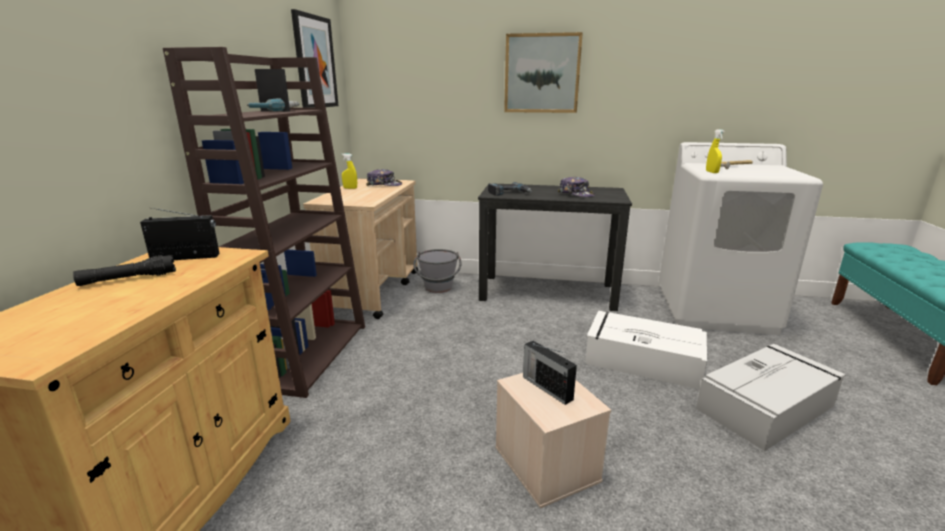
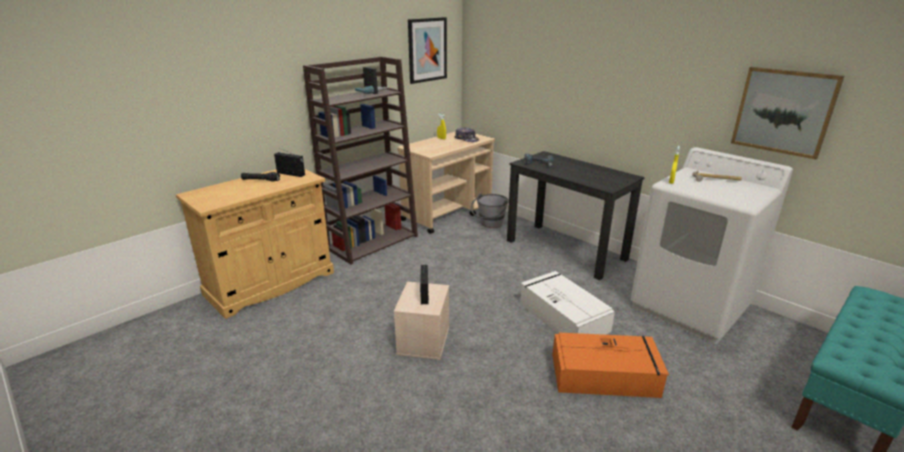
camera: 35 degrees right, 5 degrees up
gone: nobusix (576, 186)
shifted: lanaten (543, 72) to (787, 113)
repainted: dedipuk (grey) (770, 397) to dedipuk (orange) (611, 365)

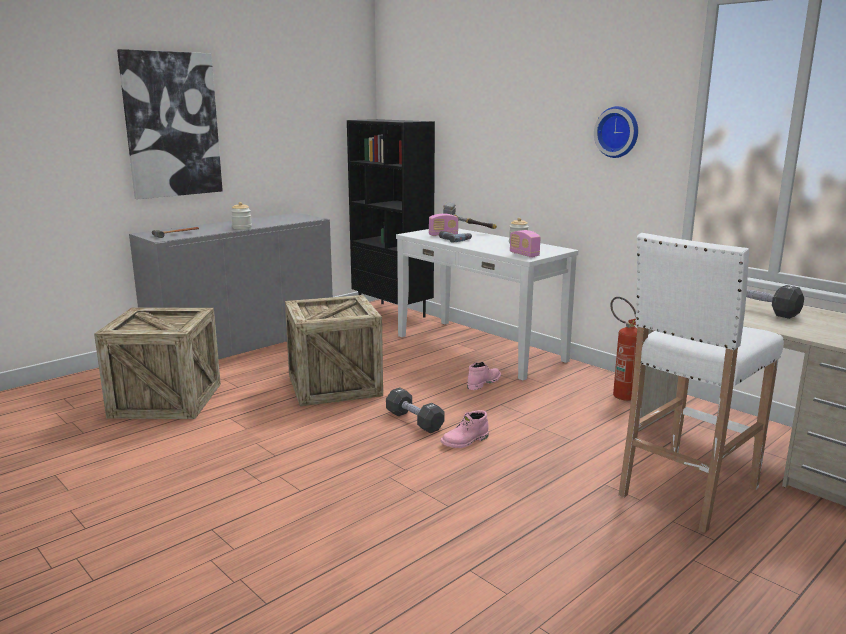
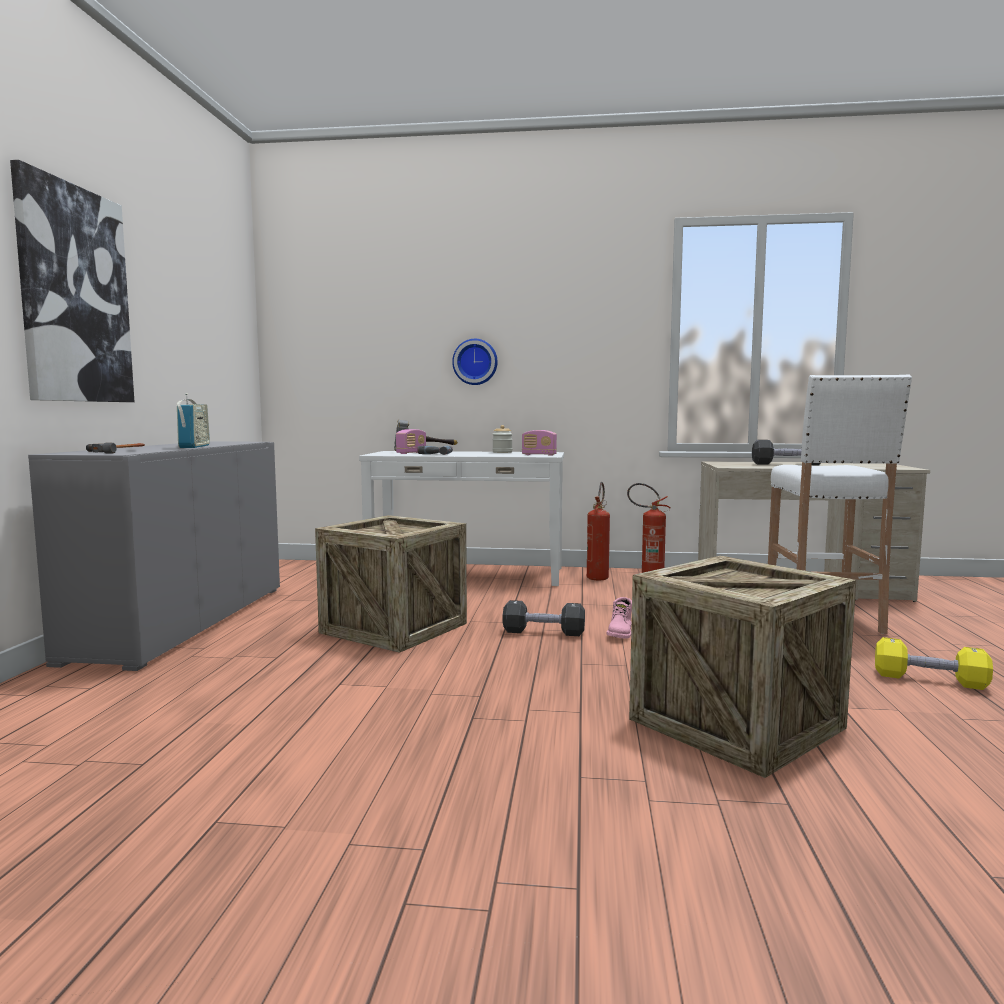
camera: 40 degrees left, 10 degrees down
gone: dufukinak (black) (391, 218); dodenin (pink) (484, 376)
new: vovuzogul (598, 531); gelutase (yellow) (934, 663)
shifted: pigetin (616, 132) to (475, 362); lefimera (157, 363) to (742, 667)
swapped: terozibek (241, 215) to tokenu (193, 420)

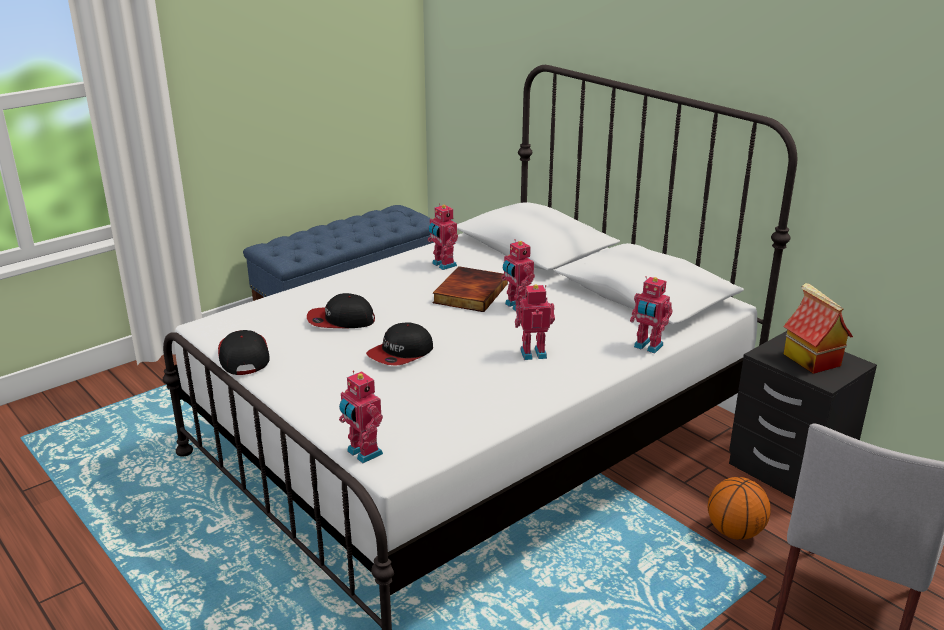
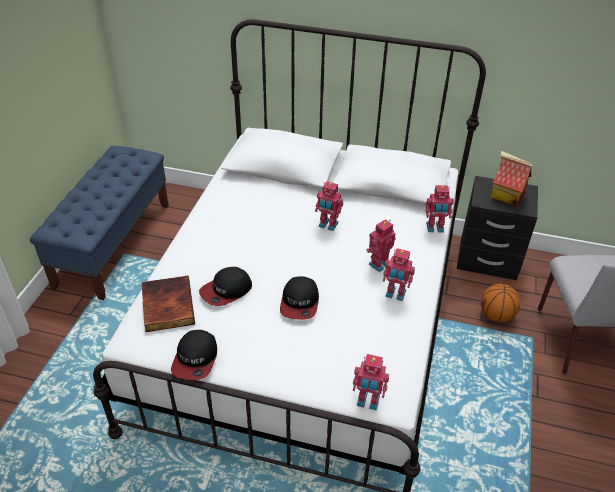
camera: 35 degrees left, 15 degrees up
shifted: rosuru (470, 289) to (168, 304); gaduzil (443, 236) to (399, 274)
rotated: nobusix (244, 352) = (194, 355) 120 degrees counterclockwise

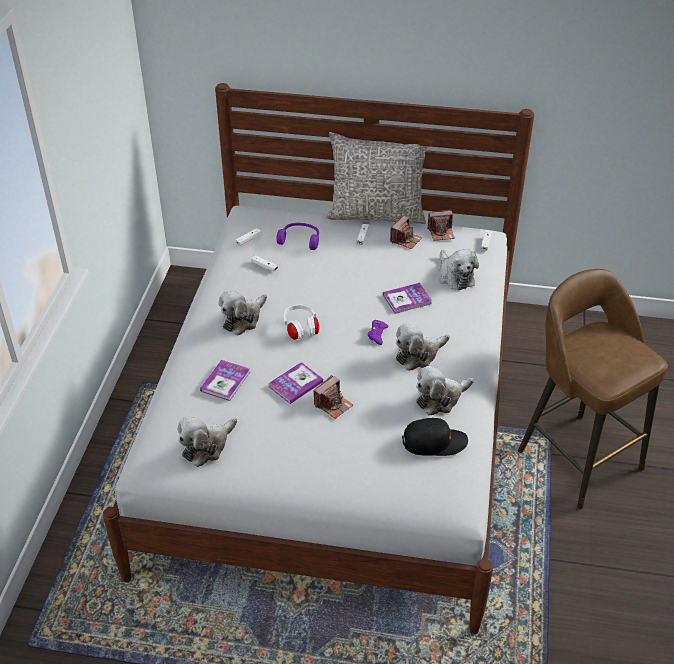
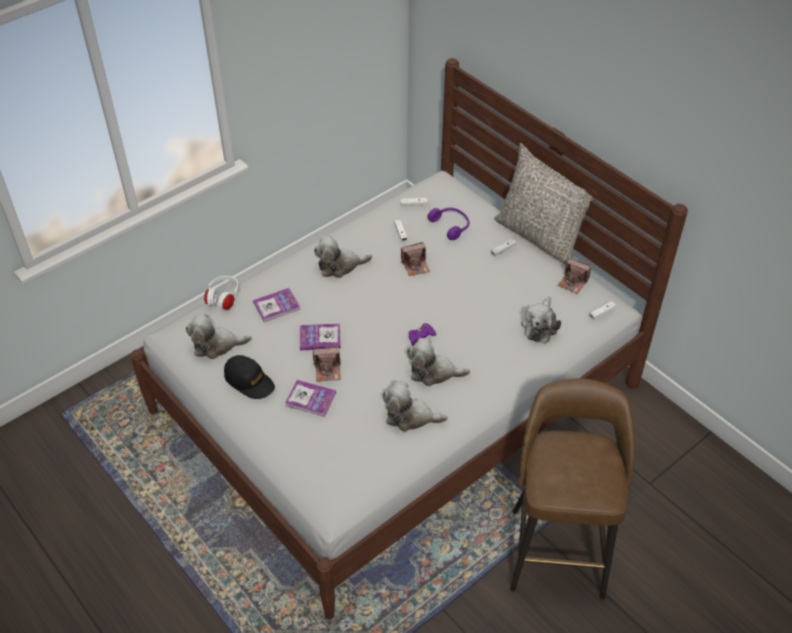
camera: 40 degrees right, 5 degrees up
shifted: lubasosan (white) (301, 322) to (221, 293); nobusix (black) (435, 437) to (249, 377); rosuru (407, 298) to (310, 398); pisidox (406, 232) to (415, 259)

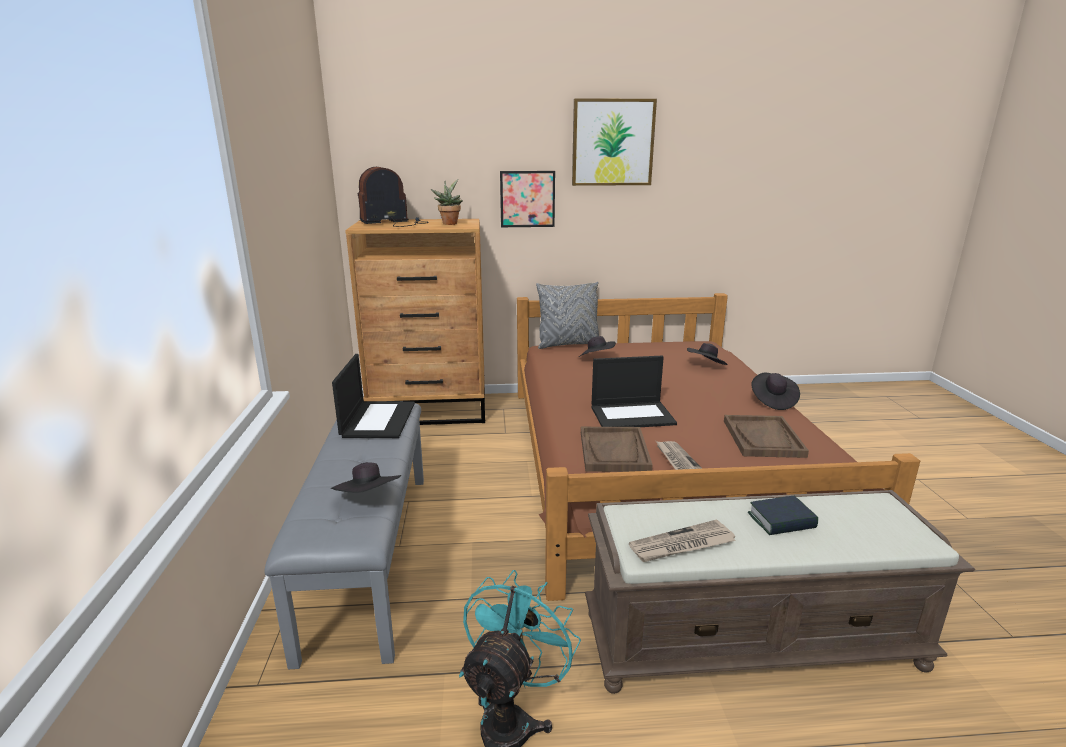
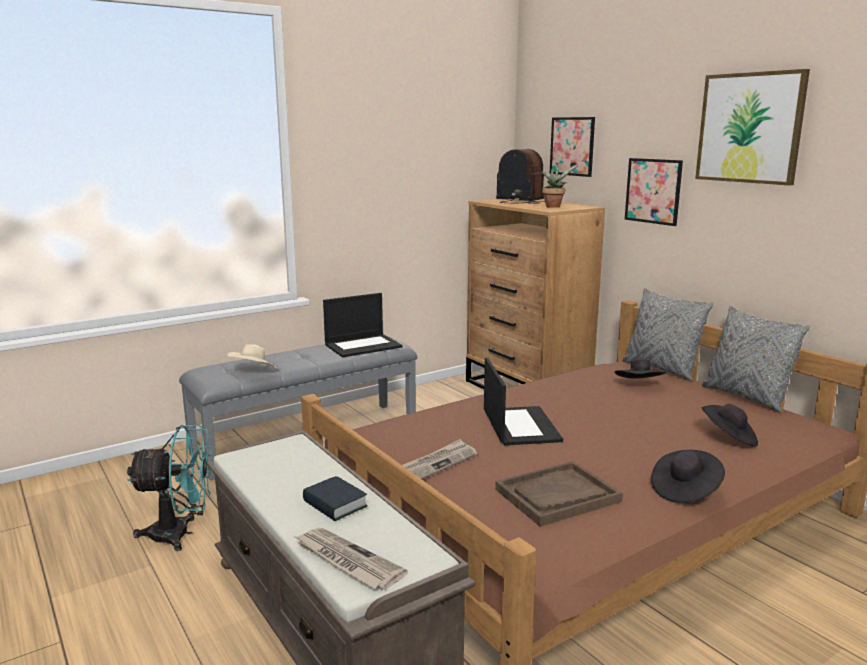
camera: 60 degrees right, 5 degrees down
gone: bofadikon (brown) (617, 449)
new: lanaten (572, 147); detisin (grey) (756, 359)
shifted: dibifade (682, 540) to (350, 559)
repainted: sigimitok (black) (366, 477) to sigimitok (beige) (252, 355)
rotated: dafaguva (634, 391) = (523, 401) 150 degrees counterclockwise

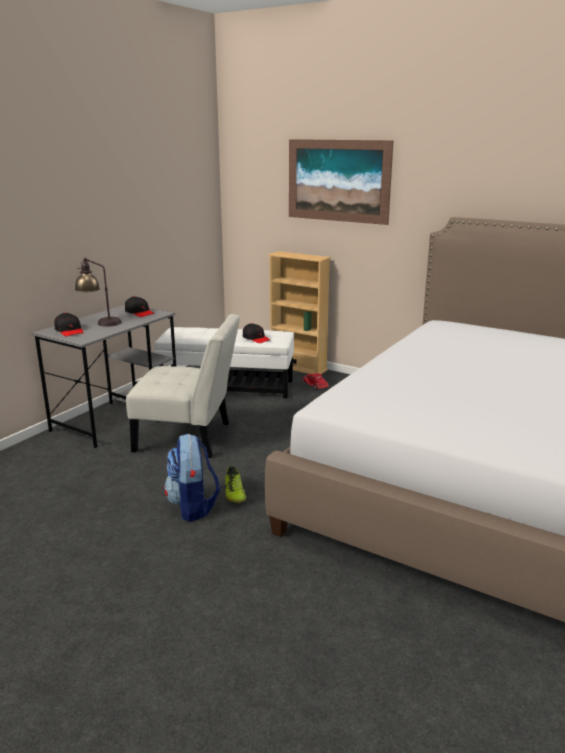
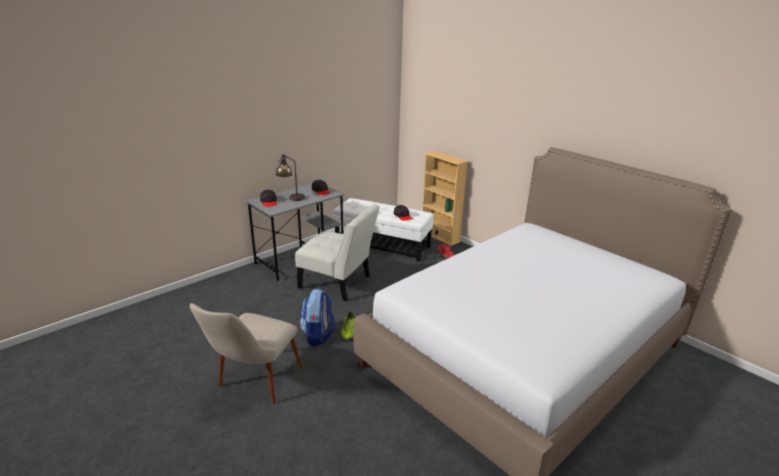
camera: 15 degrees right, 5 degrees up
gone: lanaten (341, 182)
new: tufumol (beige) (246, 353)

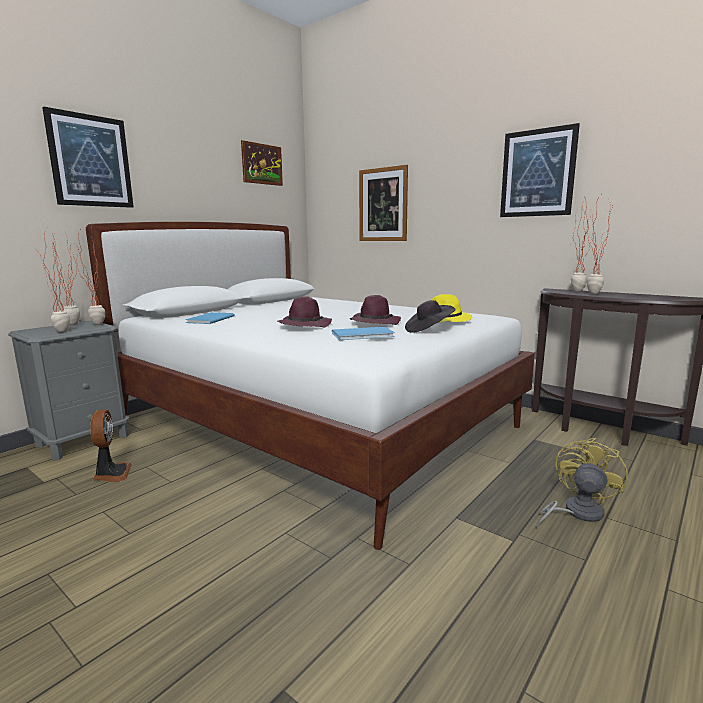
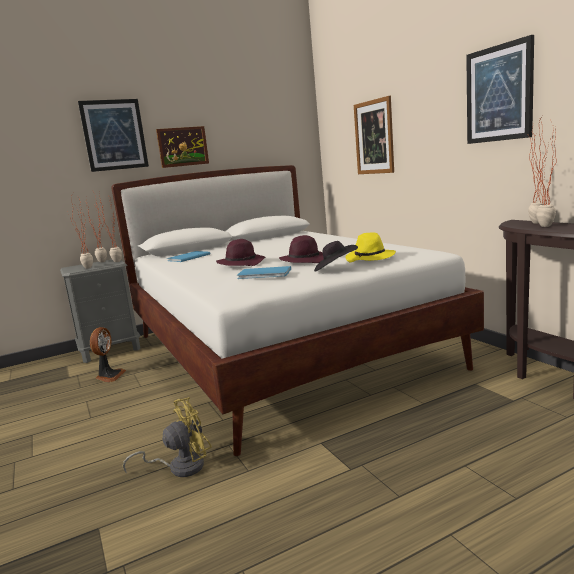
camera: 25 degrees right, 0 degrees up
shifted: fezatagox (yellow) (582, 483) to (167, 437); lanaten (262, 163) to (182, 147)

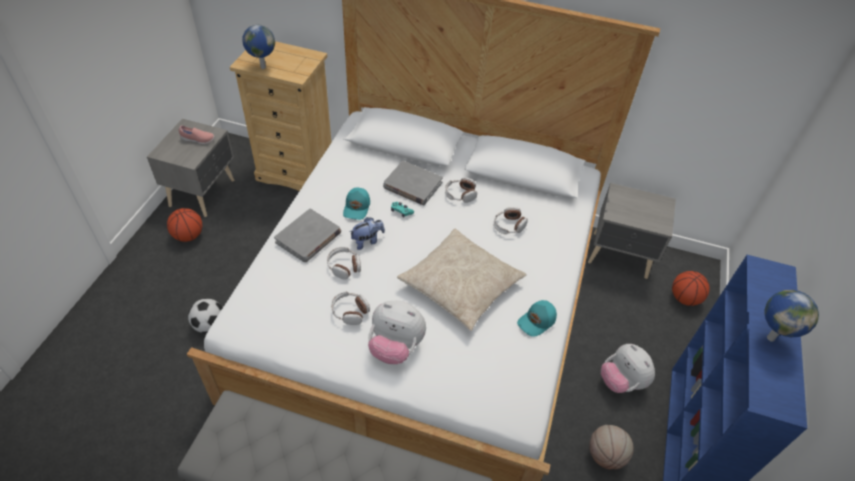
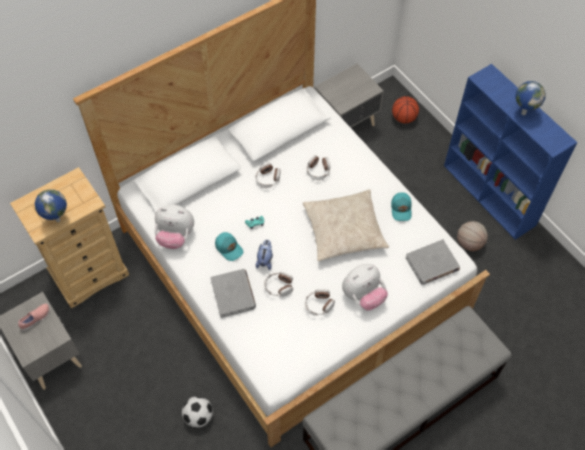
camera: 50 degrees left, 10 degrees up
gone: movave (184, 225)
shifted: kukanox (628, 368) to (174, 226); rosuru (grey) (413, 183) to (432, 262)

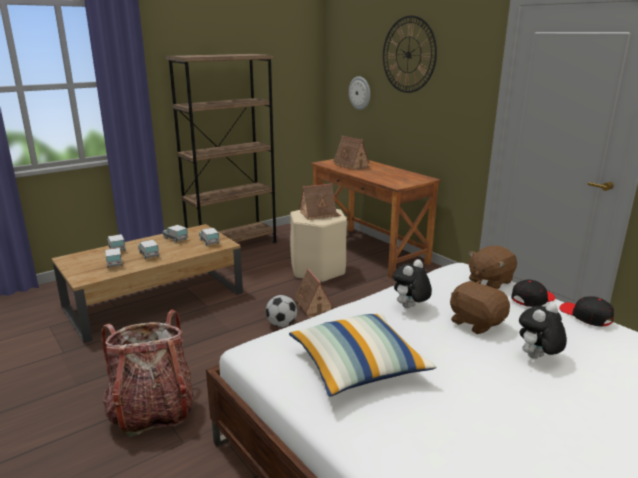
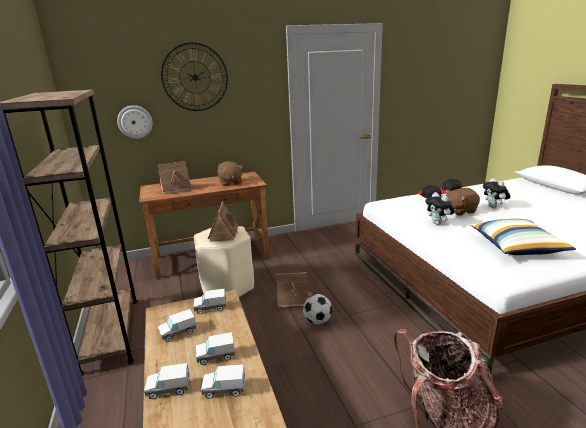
camera: 70 degrees left, 0 degrees up
shifted: kukanox (brown) (492, 267) to (230, 173)

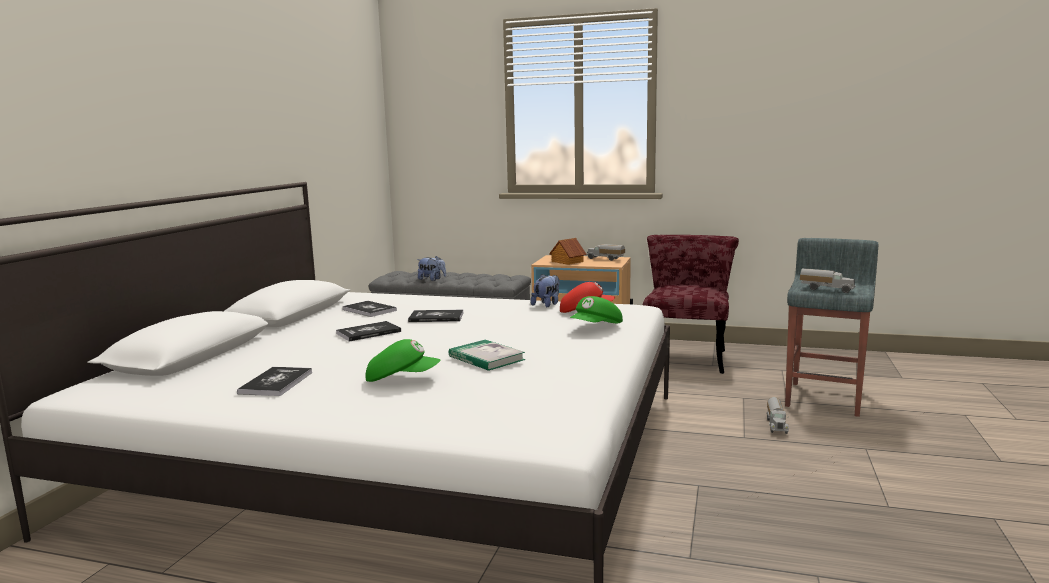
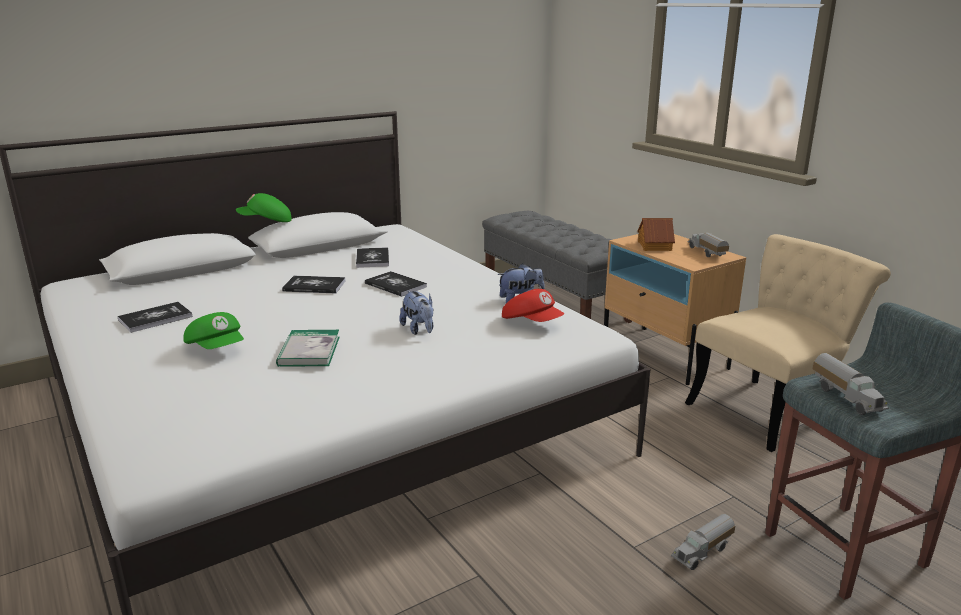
camera: 40 degrees right, 10 degrees up
shifted: nobusix (green) (596, 309) to (264, 207); kukanox (431, 268) to (416, 312)
repainted: tufumol (red) (691, 304) to tufumol (beige) (788, 343)

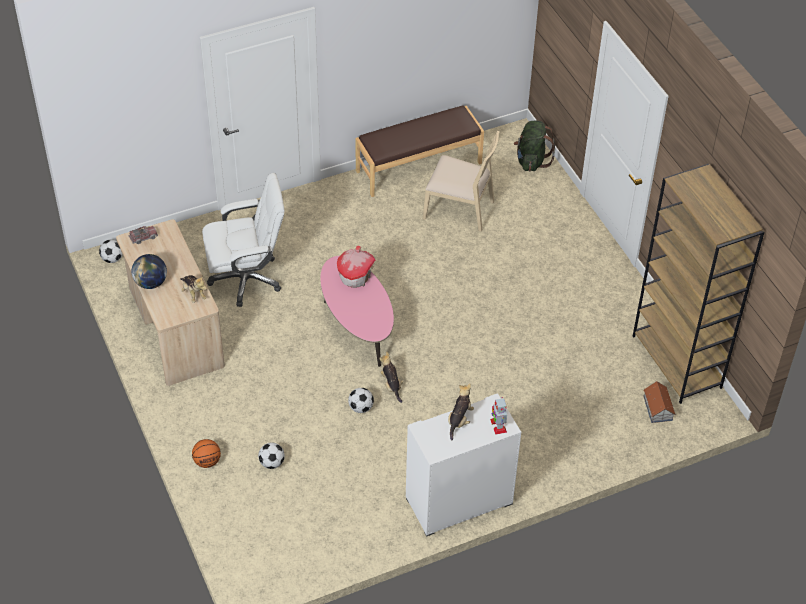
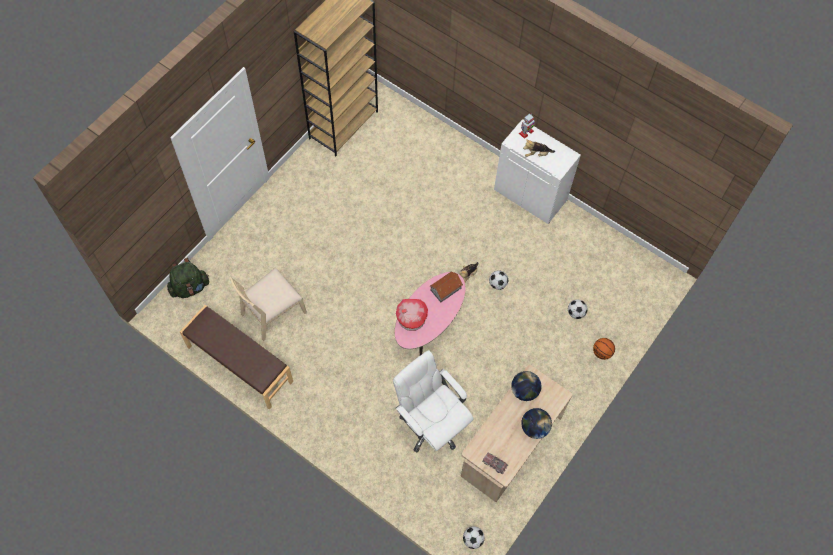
camera: 120 degrees left, 15 degrees up
shifted: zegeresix (659, 402) to (446, 286)
swapped: kukanox (193, 289) to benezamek (526, 386)
rotated: tufumol (beige) (461, 181) = (268, 304) 120 degrees counterclockwise

